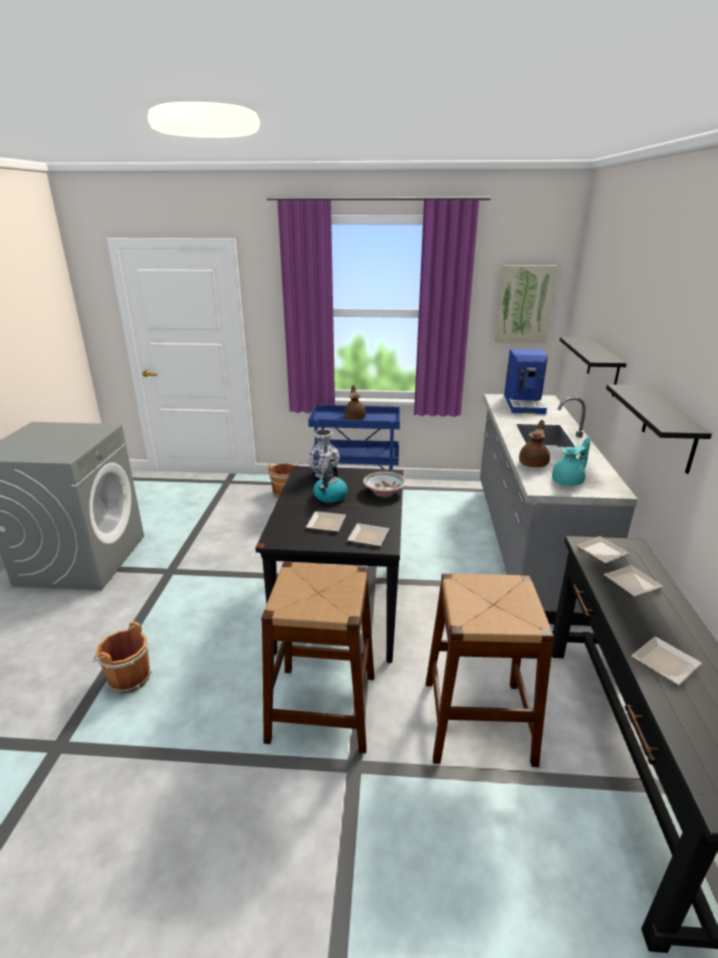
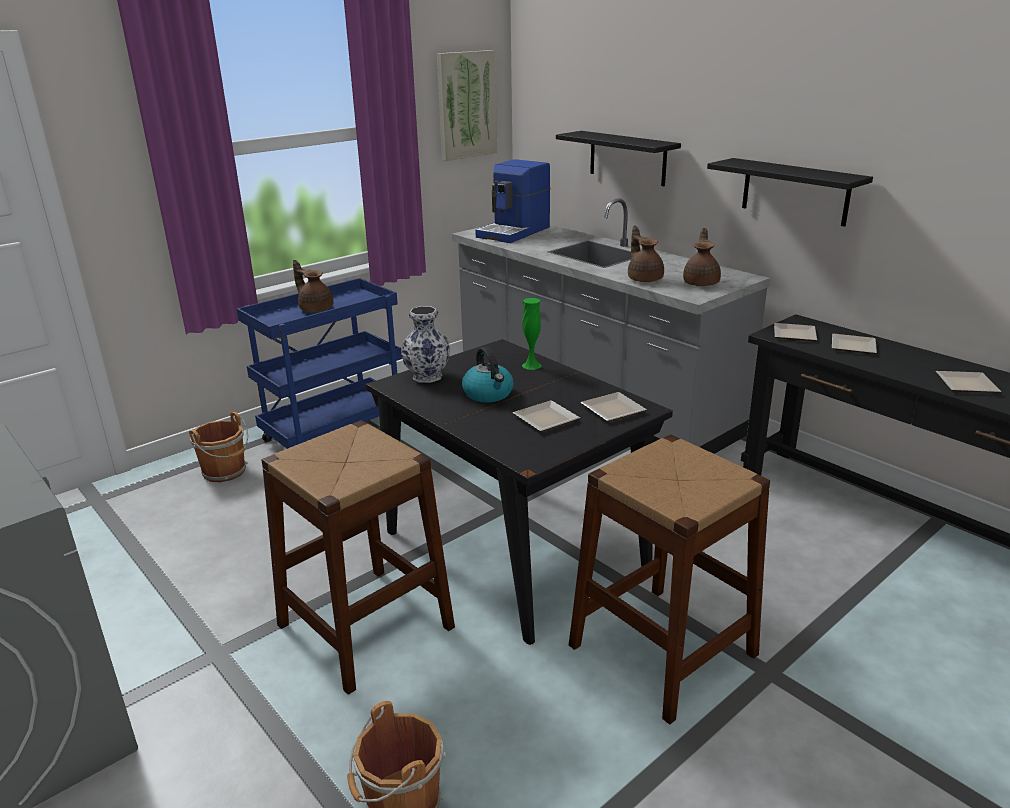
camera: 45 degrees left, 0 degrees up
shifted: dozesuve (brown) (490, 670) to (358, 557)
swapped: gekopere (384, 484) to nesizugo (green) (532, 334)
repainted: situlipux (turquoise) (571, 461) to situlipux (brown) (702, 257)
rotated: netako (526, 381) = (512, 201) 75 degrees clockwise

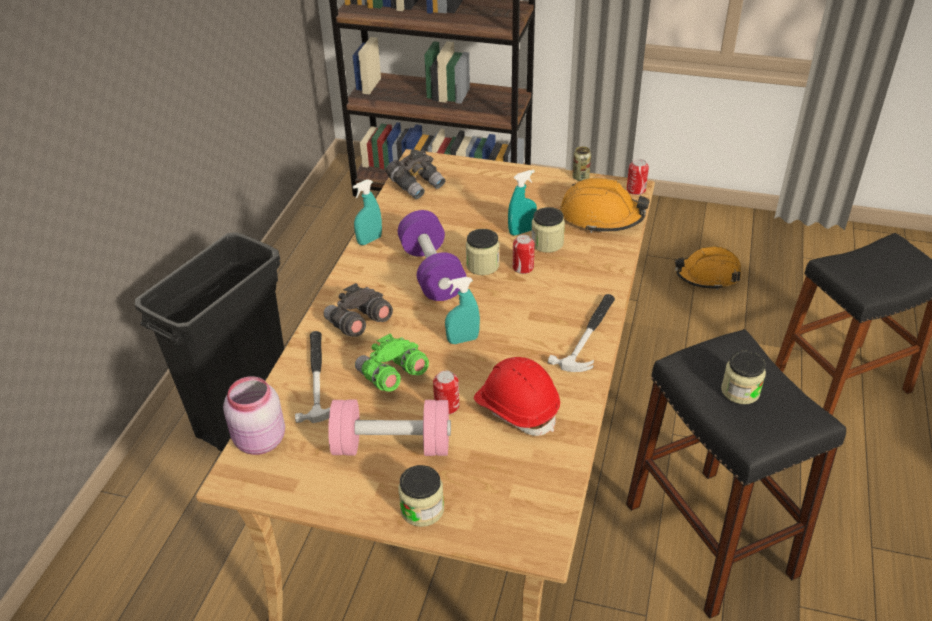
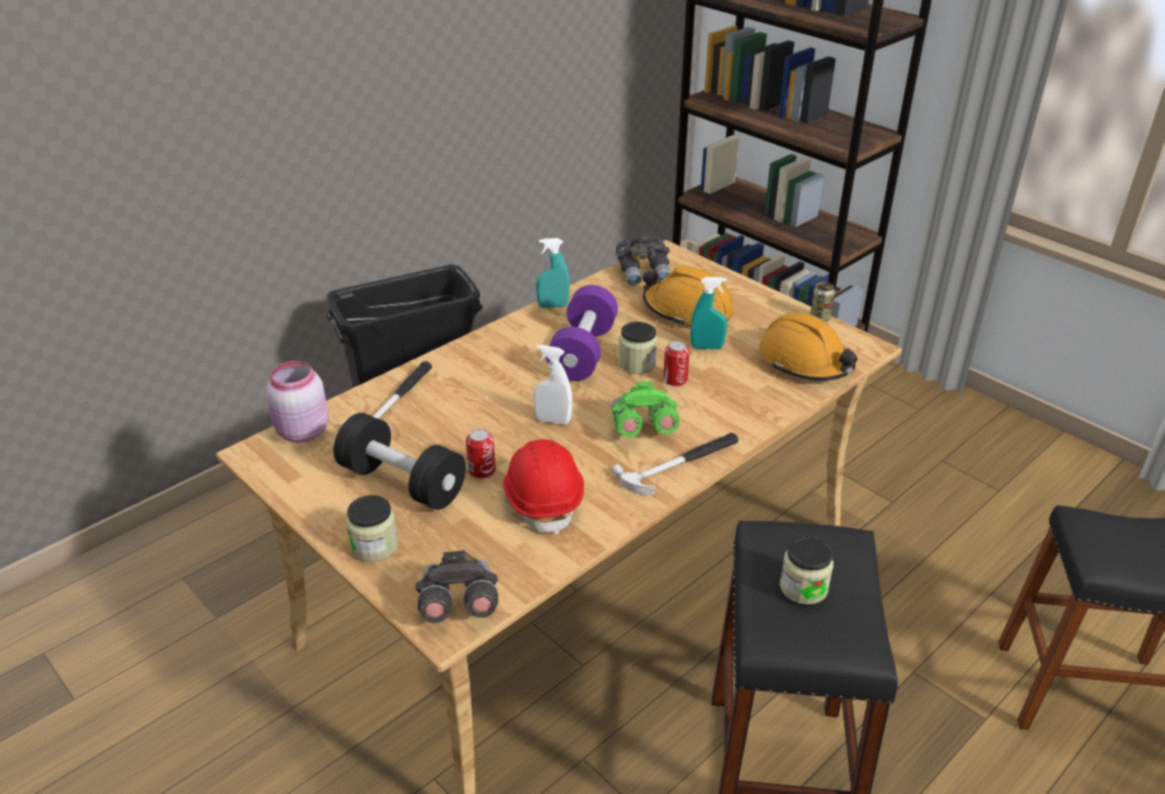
camera: 30 degrees right, 5 degrees down
gone: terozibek (548, 230); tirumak (638, 177)
shifted: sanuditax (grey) (358, 310) to (456, 586); sanuditax (green) (392, 363) to (645, 409); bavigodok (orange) (708, 268) to (688, 295)
repainted: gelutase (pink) (389, 427) to gelutase (black) (400, 461); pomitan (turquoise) (462, 310) to pomitan (white) (552, 385)

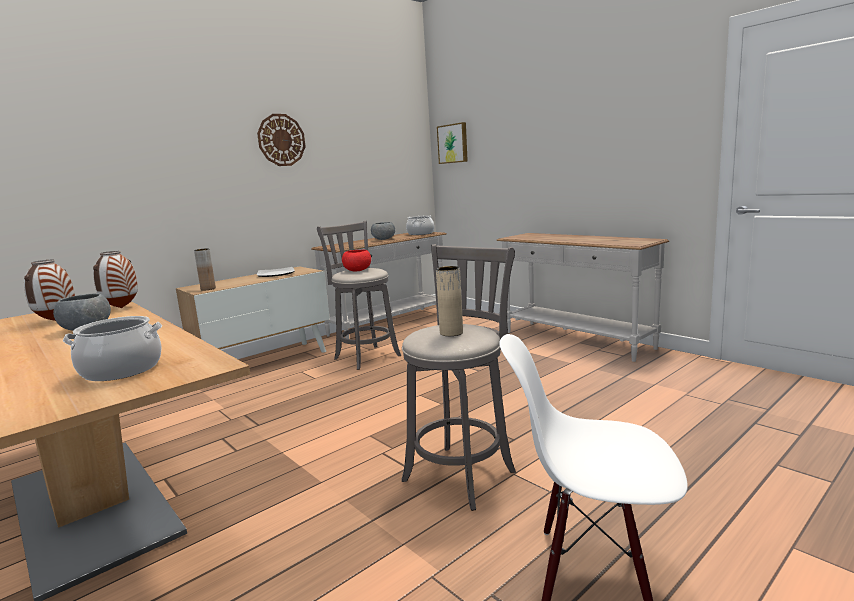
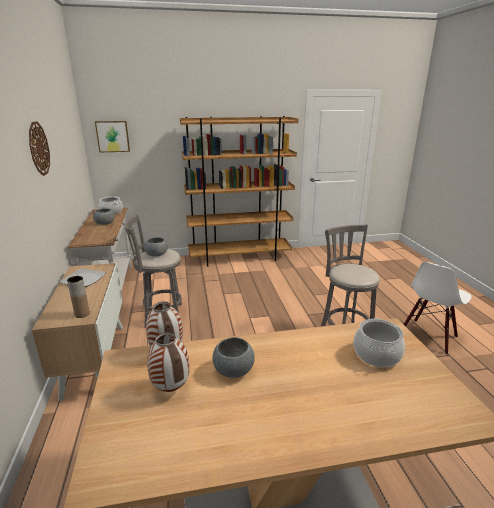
camera: 60 degrees left, 10 degrees up
gone: nesizugo (beige) (449, 301)
swapped: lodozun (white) (582, 297) to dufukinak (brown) (239, 191)
repainted: gekopere (red) (356, 260) to gekopere (grey) (156, 247)

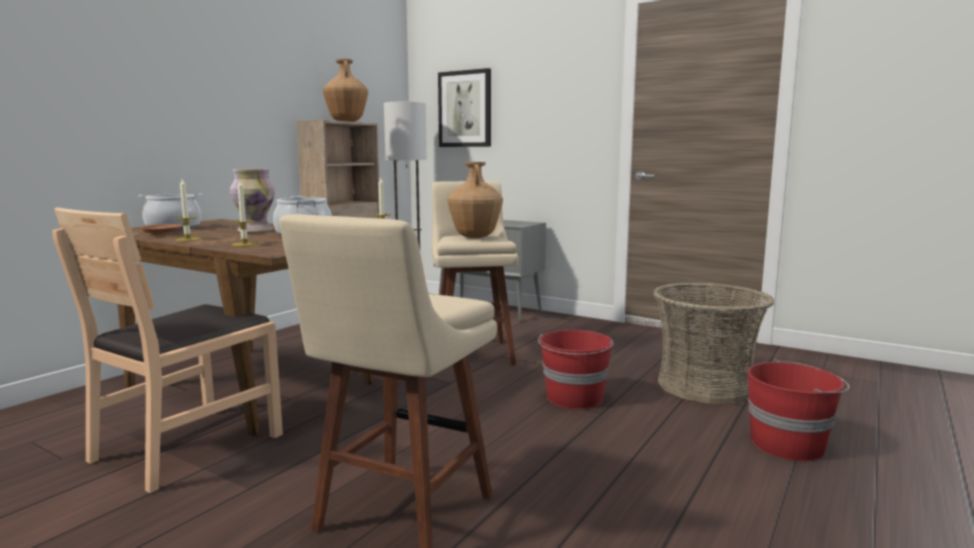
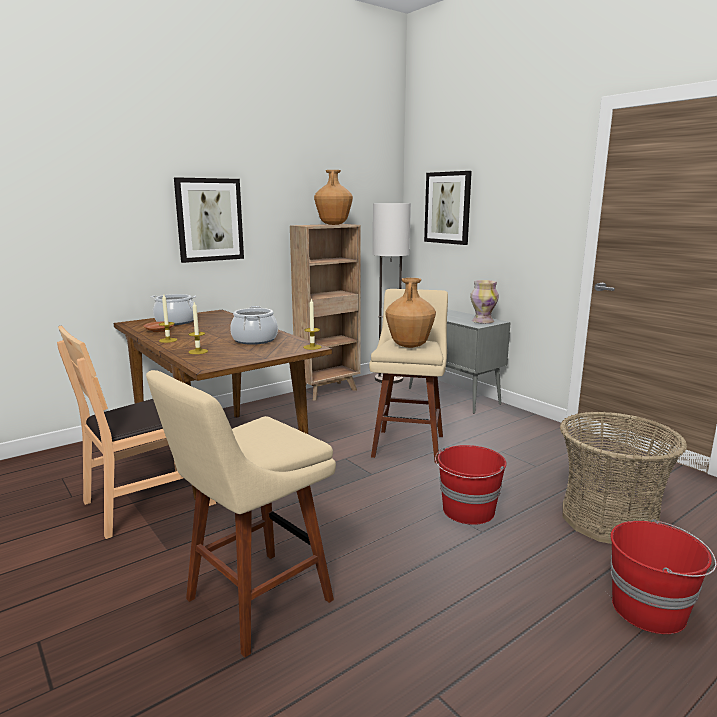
camera: 20 degrees right, 5 degrees up
new: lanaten (209, 220)
shifted: nesizugo (252, 200) to (484, 302)

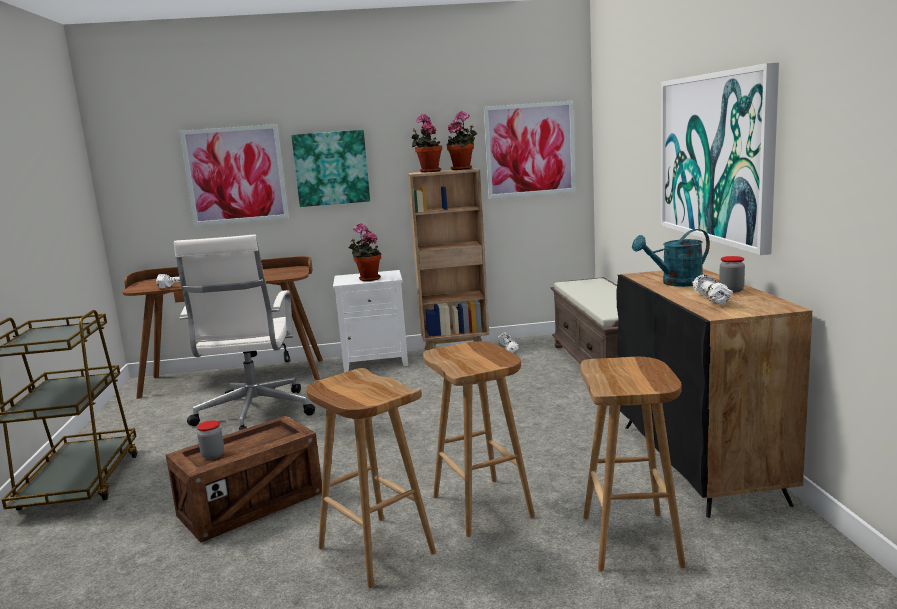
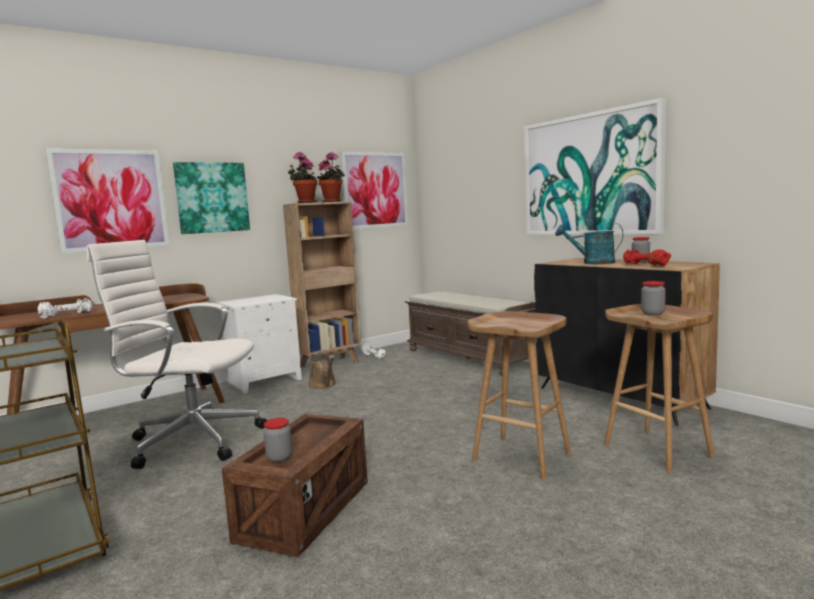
camera: 30 degrees left, 5 degrees down
gone: dozesuve (brown) (371, 478); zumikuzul (364, 252)
new: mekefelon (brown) (322, 371); terozibek (653, 298)
repainted: gelutase (white) (712, 290) to gelutase (red) (647, 258)
rotated: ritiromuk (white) (244, 332) = (177, 354) 135 degrees clockwise; mekefelon (turquoise) (671, 258) = (589, 243) 60 degrees clockwise

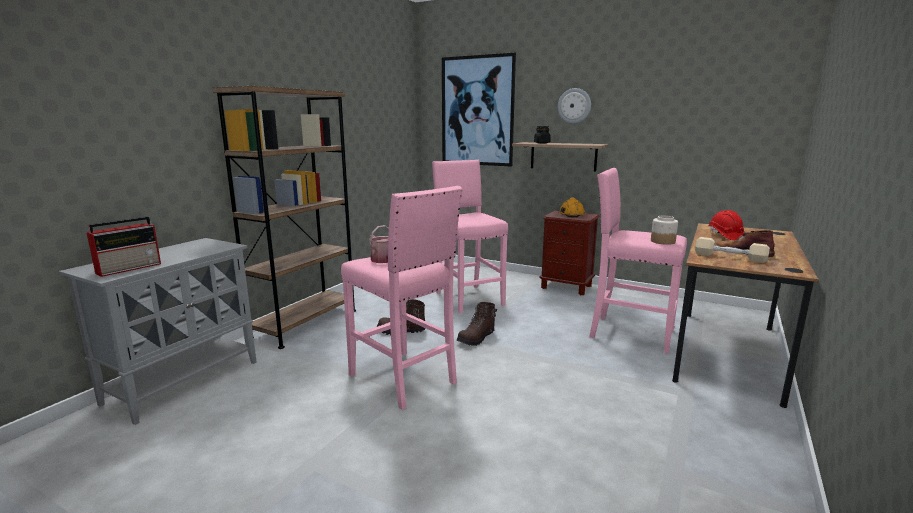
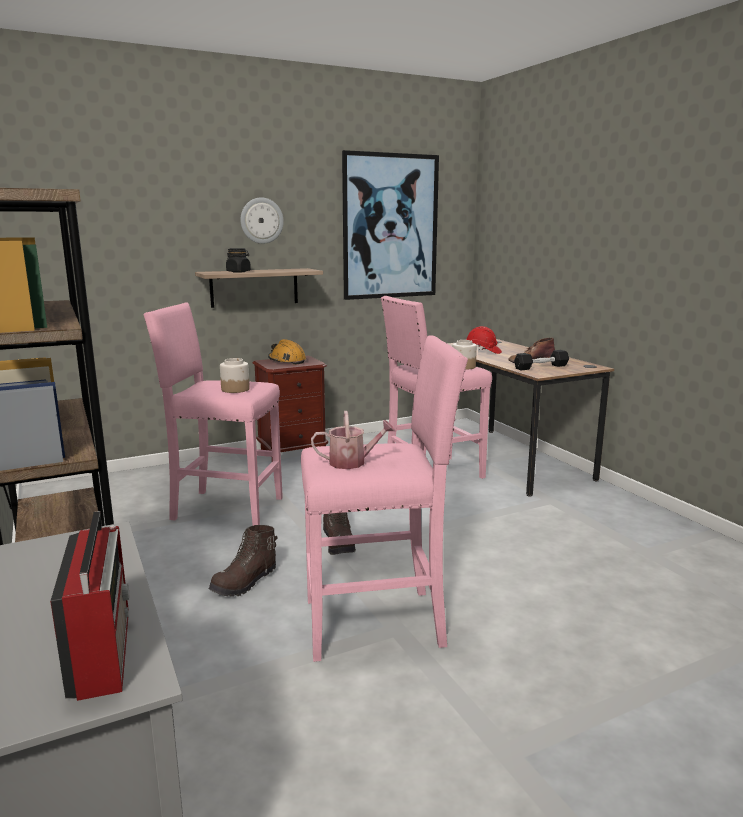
camera: 55 degrees left, 0 degrees up
new: terozibek (235, 375)
shifted: lanaten (479, 109) to (390, 225)
repainted: gelutase (beige) (732, 250) to gelutase (black) (541, 360)

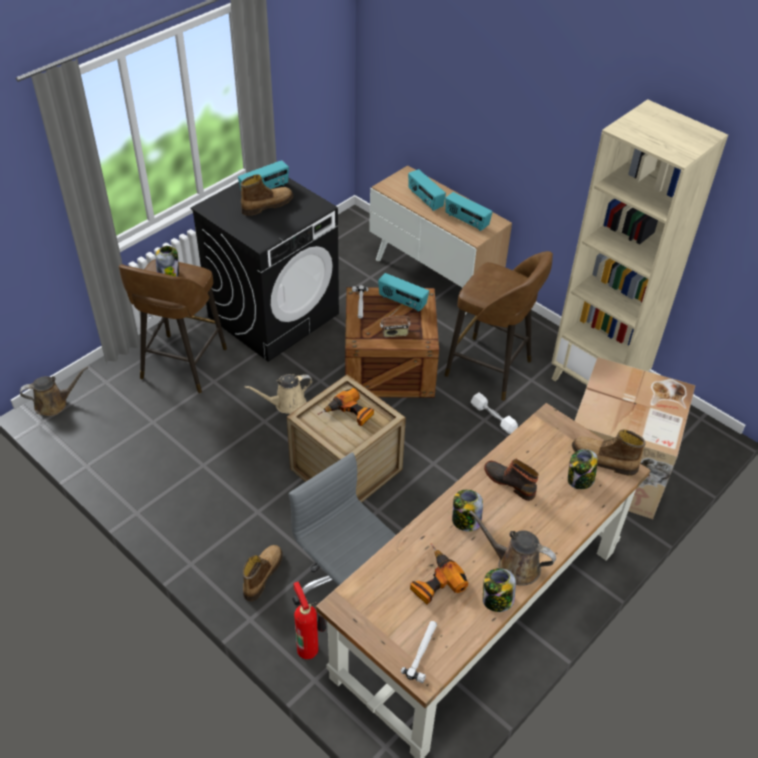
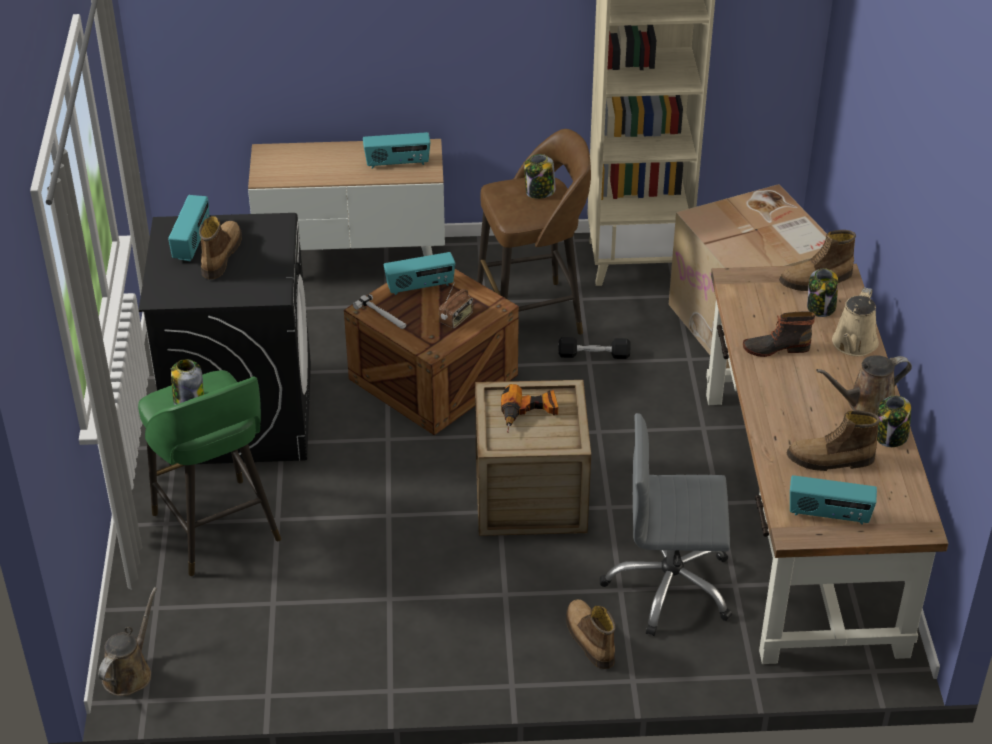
camera: 45 degrees left, 5 degrees down
gone: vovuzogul (309, 620); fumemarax (419, 652)
shifted: terozibek (467, 511) to (540, 176); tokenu (427, 190) to (833, 499); mekefelon (beige) (278, 394) to (855, 321)
swapped: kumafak (439, 573) to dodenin (833, 440)
repainted: dozesuve (brown) (173, 326) to dozesuve (green) (209, 473); gelutase (white) (494, 413) to gelutase (black) (594, 348)

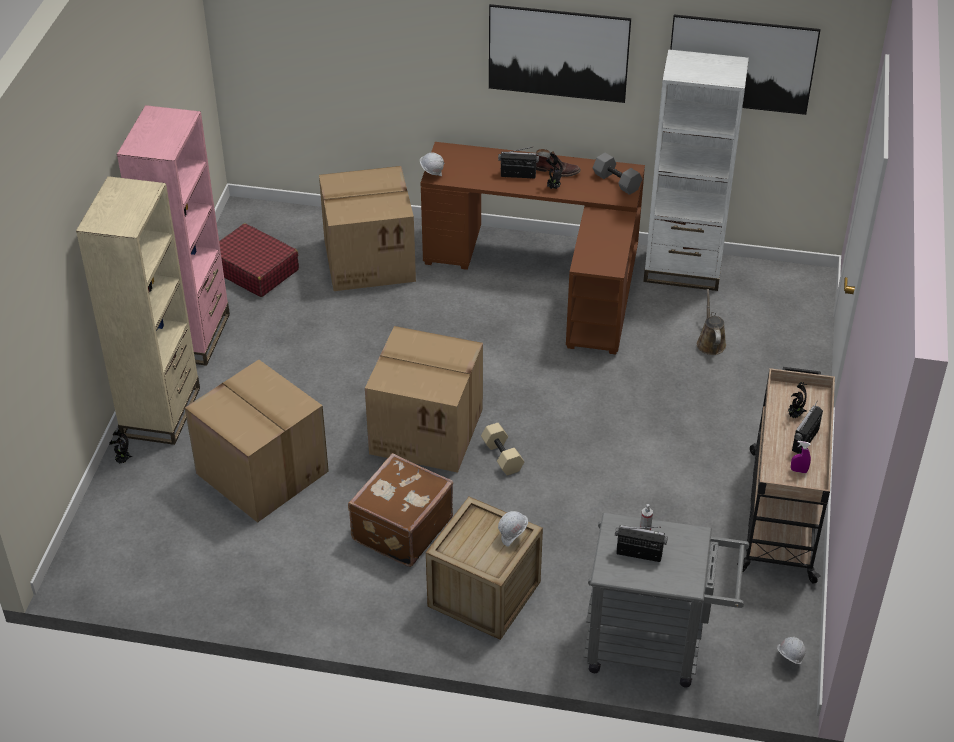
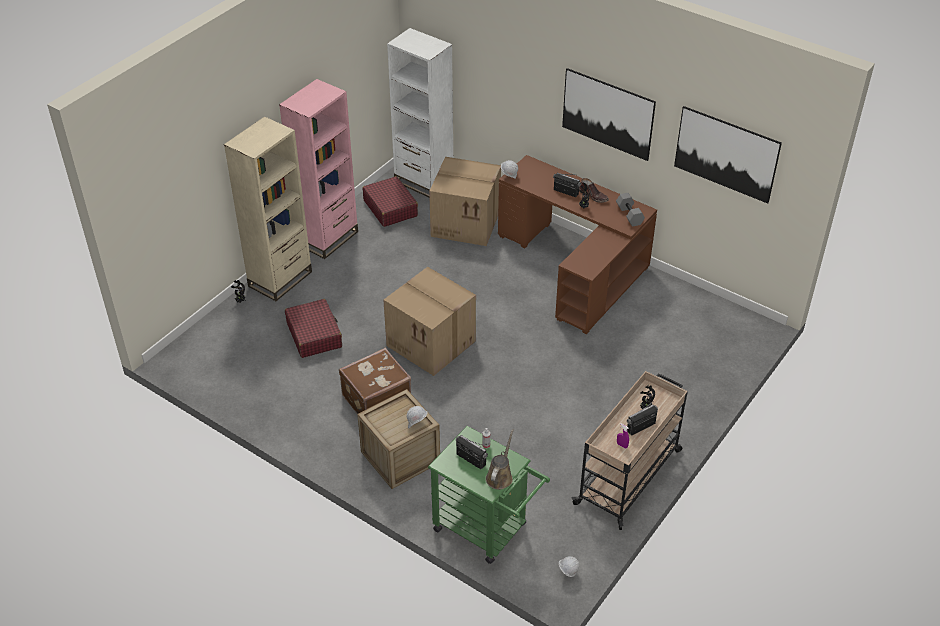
camera: 25 degrees right, 0 degrees up
gone: gelutase (beige) (503, 449)
shifted: dufukinak (white) (696, 170) to (420, 113); mekefelon (brown) (711, 322) to (500, 459)
swapped: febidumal (257, 441) to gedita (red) (313, 328)
repainted: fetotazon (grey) (666, 600) to fetotazon (green) (489, 495)

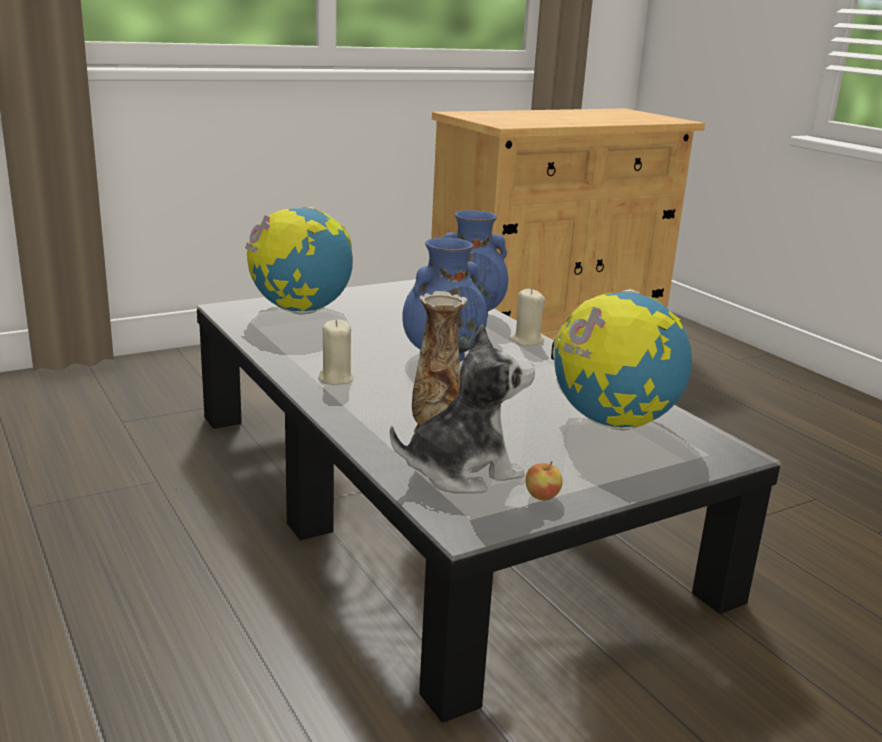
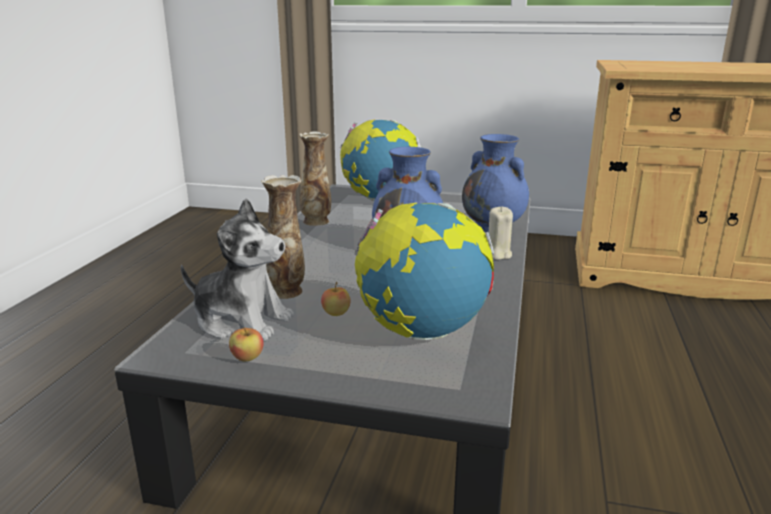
camera: 45 degrees right, 0 degrees up
gone: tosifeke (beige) (336, 352)
new: nesizugo (315, 179); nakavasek (336, 299)

